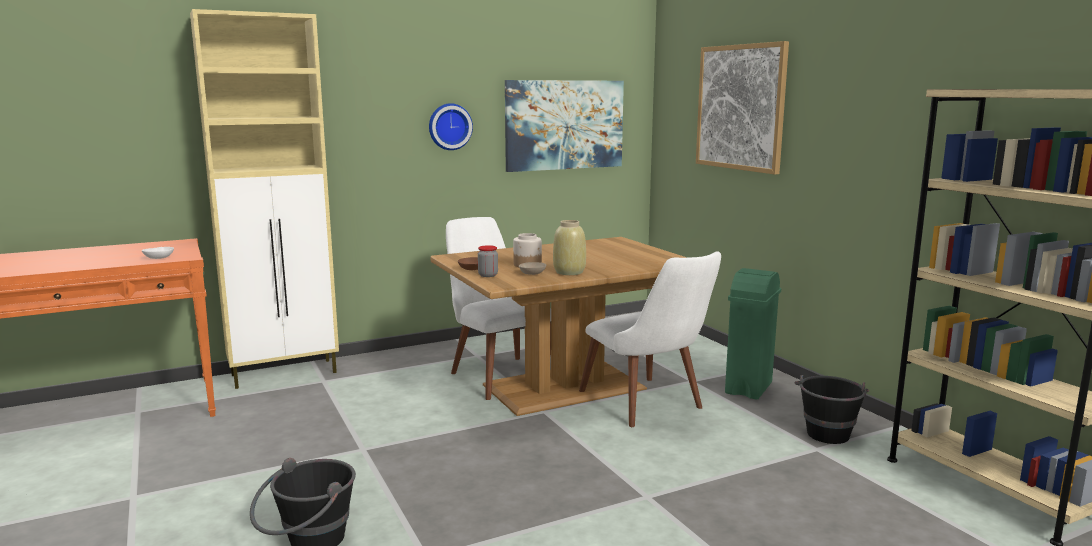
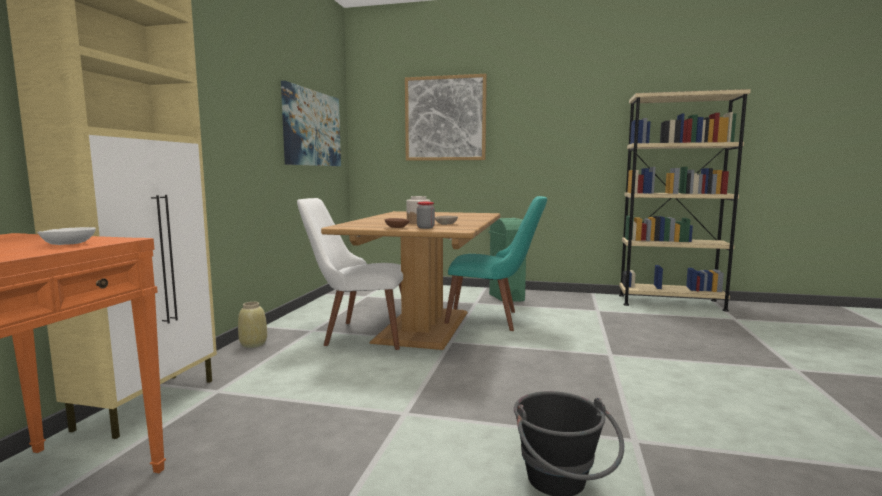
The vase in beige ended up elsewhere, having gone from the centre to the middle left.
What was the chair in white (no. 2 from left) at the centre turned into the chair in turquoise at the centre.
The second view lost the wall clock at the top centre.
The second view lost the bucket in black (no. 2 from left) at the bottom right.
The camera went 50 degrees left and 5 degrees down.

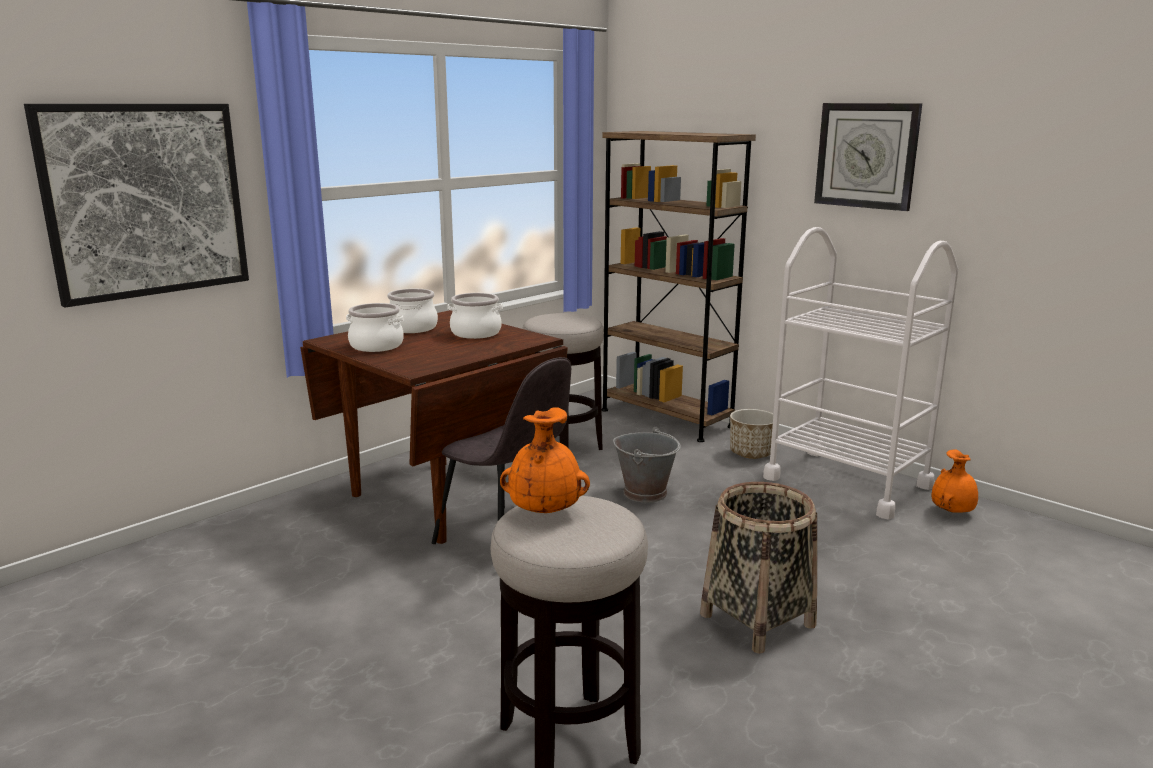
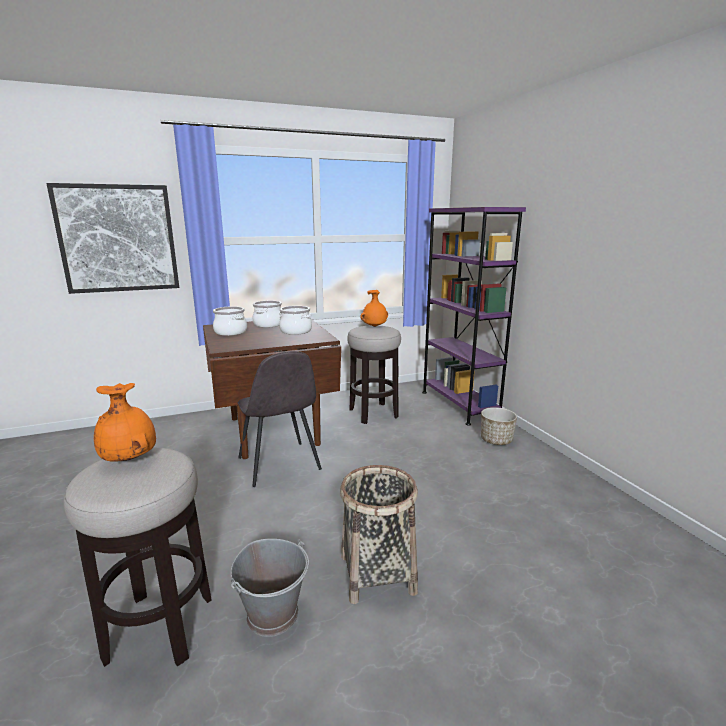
The bucket in grey ended up elsewhere, having gone from the centre to the bottom centre.
The vase in orange (no. 2 from left) ended up elsewhere, having gone from the middle right to the centre.
What was the bookcase in brown at the centre turned into the bookcase in purple at the centre.
The second view lost the cart in white at the middle right.
The second view lost the wall clock at the top right.
The camera went 25 degrees right and 0 degrees up.

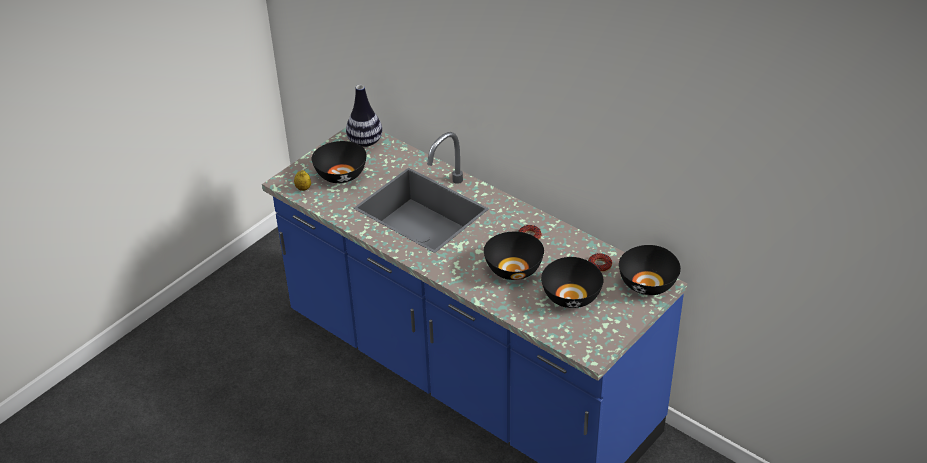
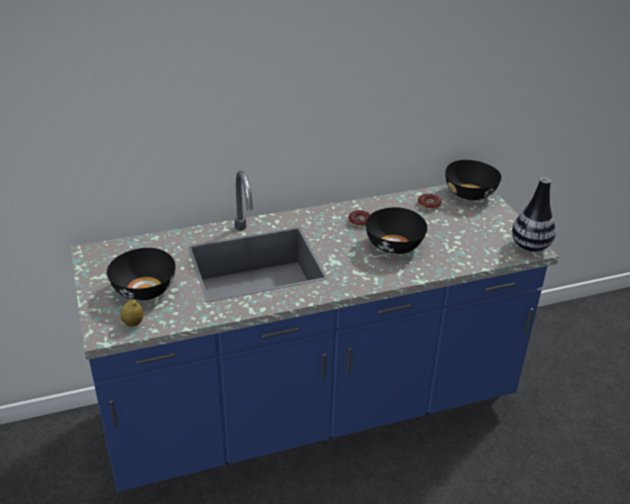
The vase ended up elsewhere, having gone from the top centre to the middle right.
The second view lost the bowl in black (no. 3 from left) at the centre.
The camera went 60 degrees left and 5 degrees down.

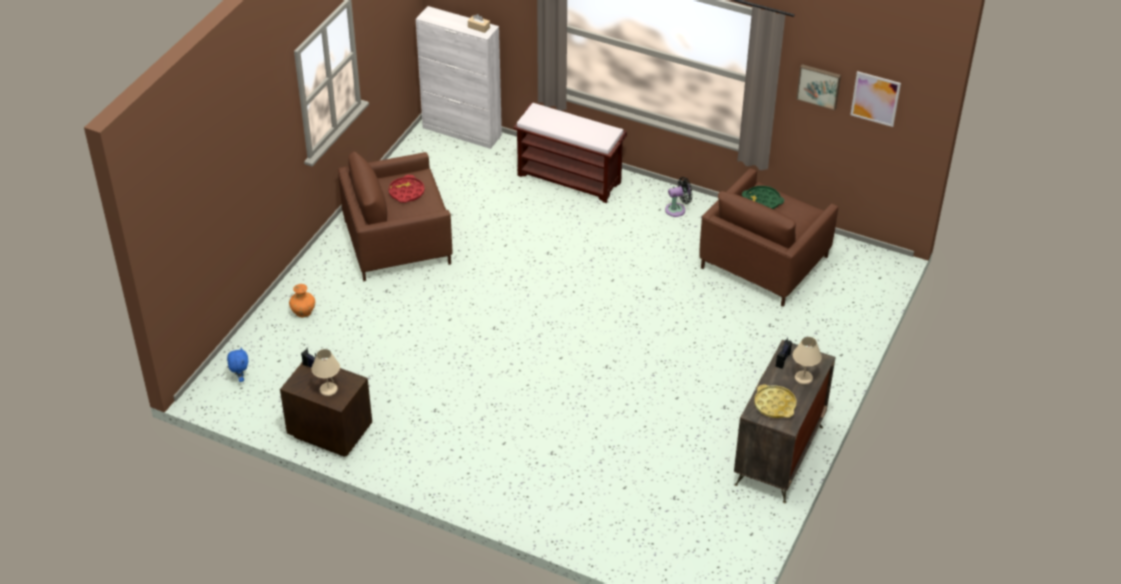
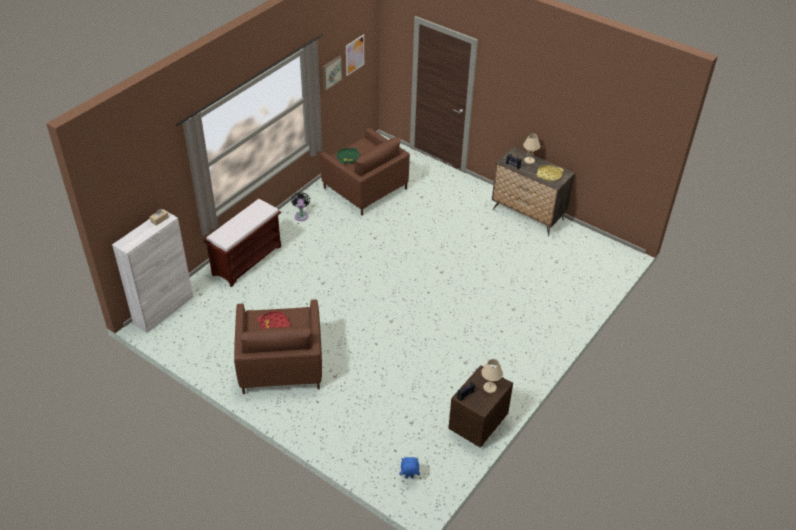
The second view lost the vase in orange at the middle left.
The camera went 80 degrees left and 0 degrees up.

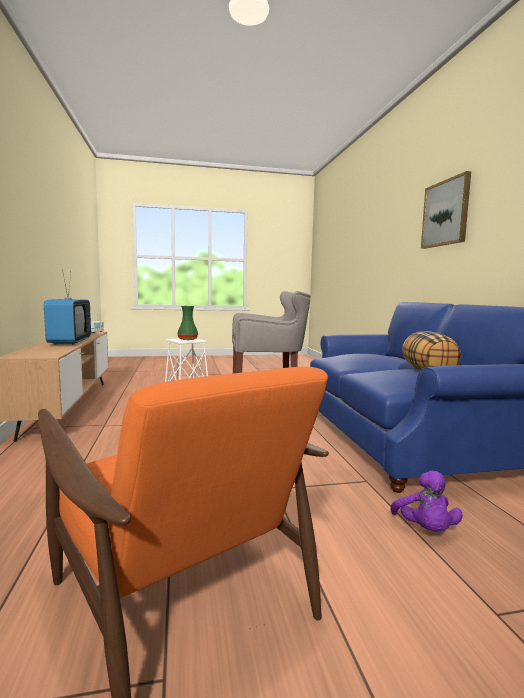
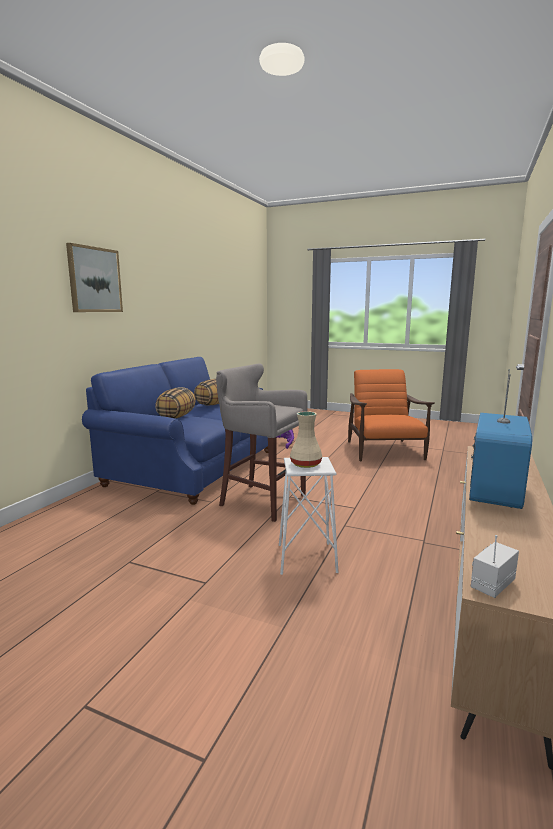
The second view gained the pillow (no. 1 from left) at the middle left.
What was the vase in green at the centre turned into the vase in beige at the centre.
The camera went 145 degrees left and 5 degrees up.

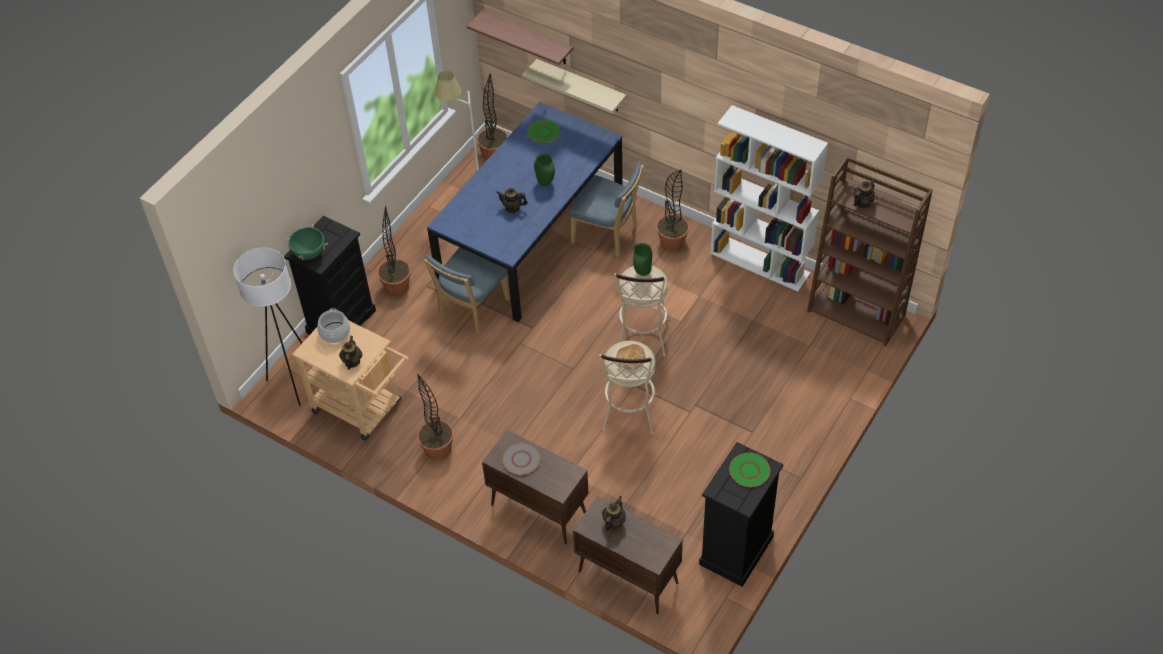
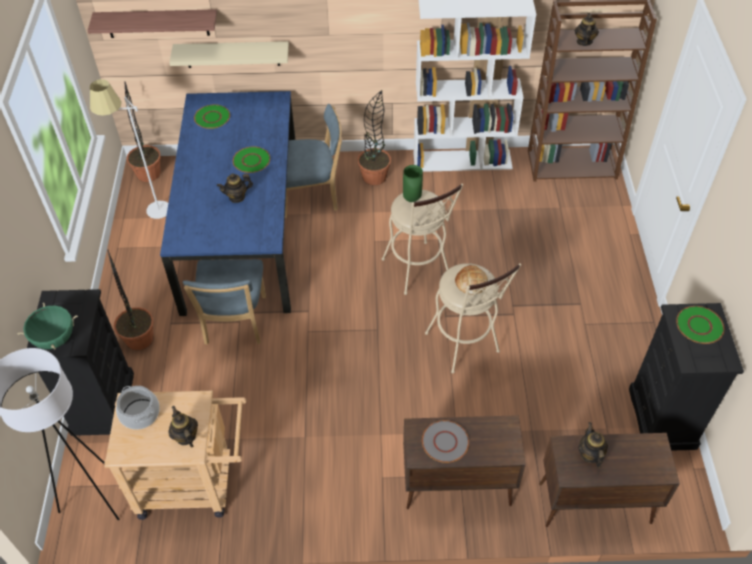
Where the vase in green (no. 1 from left) stood at the top centre, the plate in green (no. 2 from left) came to stand at the top centre.
The second view lost the potted plant (no. 2 from left) at the centre.
The camera went 35 degrees left and 0 degrees up.

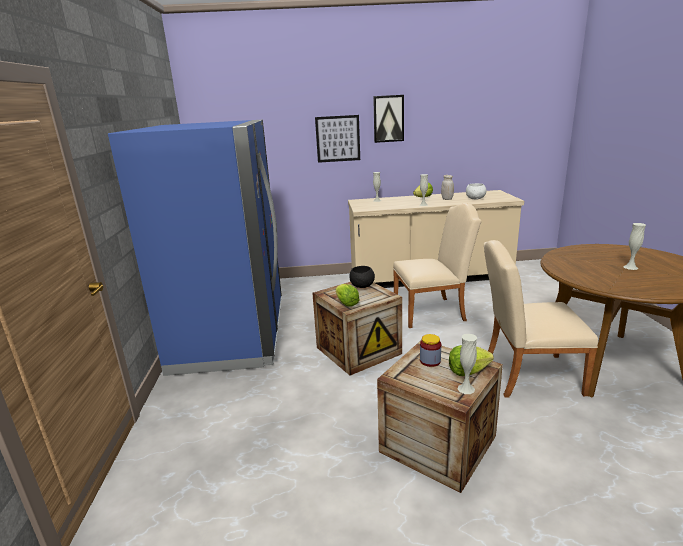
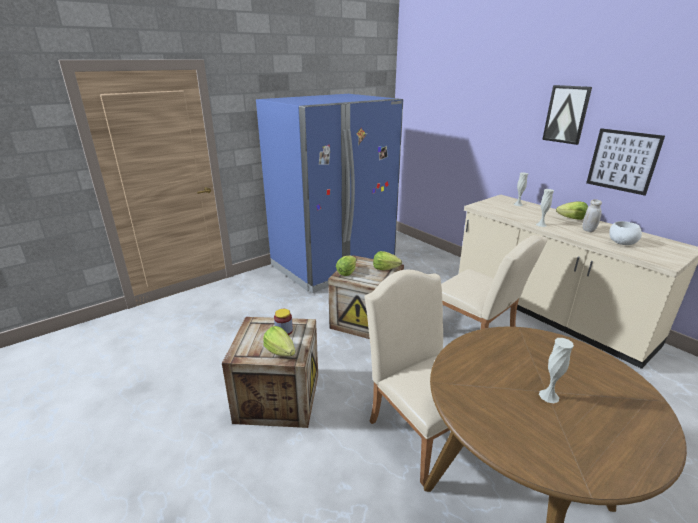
Where the bowl in black stood at the centre, the lettuce (no. 3 from left) came to stand at the centre.
The picture (no. 1 from left in the first image) ended up elsewhere, having gone from the top centre to the top right.
The second view lost the vase in white (no. 3 from left) at the bottom right.
The camera went 55 degrees right and 5 degrees up.

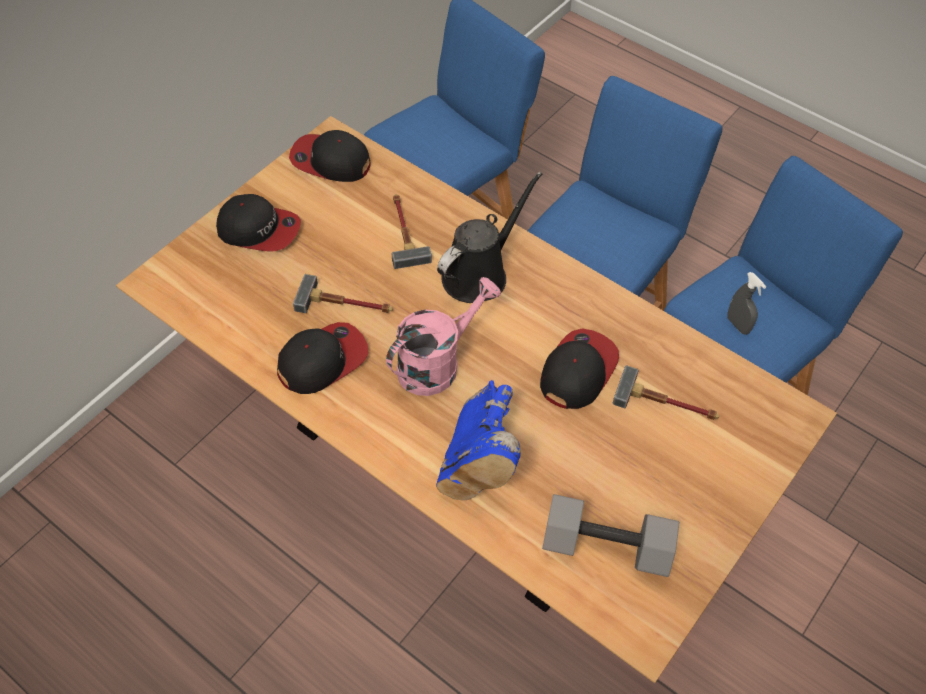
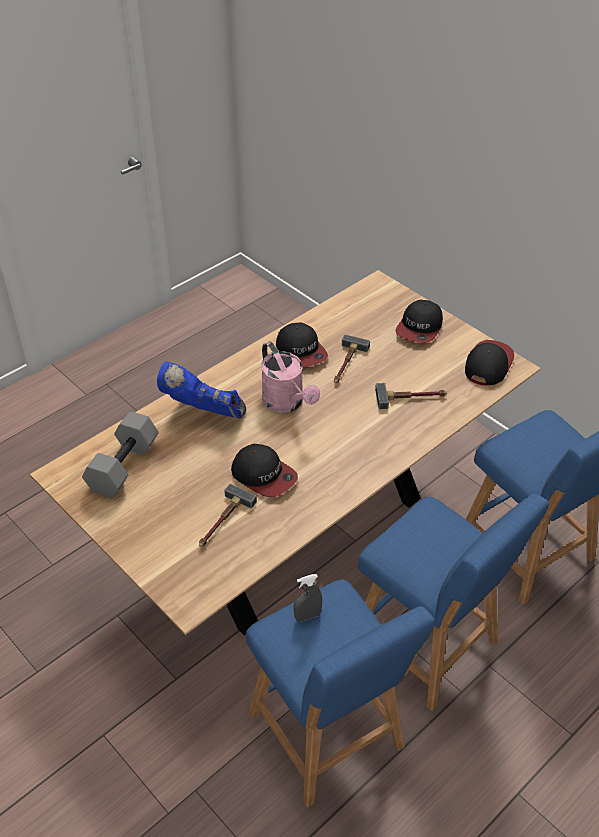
The second view lost the watering can in black at the centre.
The camera went 100 degrees right and 10 degrees down.

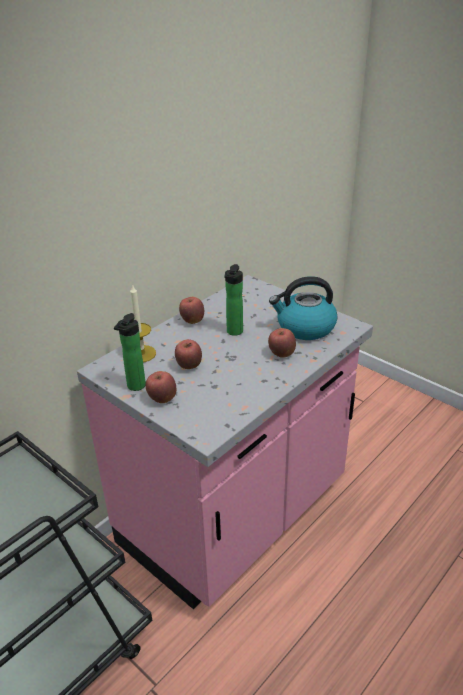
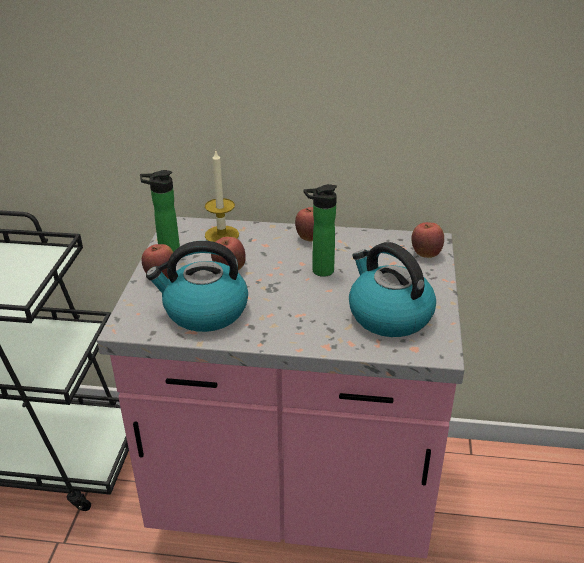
The second view gained the kettle (no. 1 from left) at the centre.
The apple (no. 4 from left) ended up elsewhere, having gone from the centre to the middle right.
The camera went 55 degrees right and 0 degrees up.

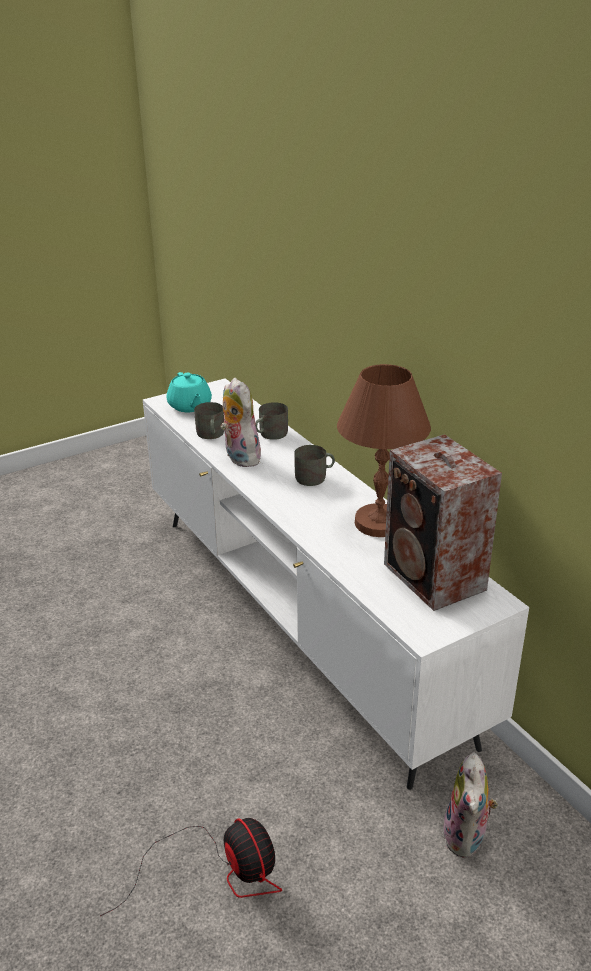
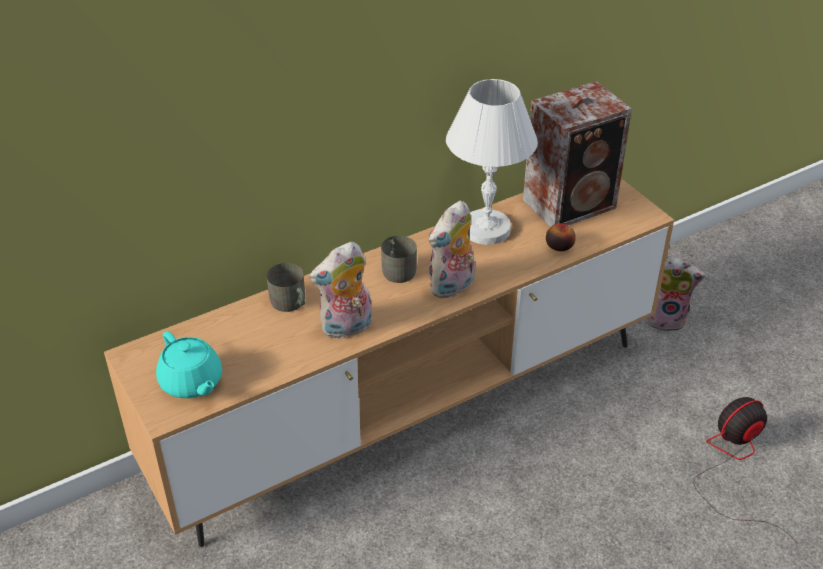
What was the tv stand in white at the centre turned into the tv stand in brown at the centre.
The teapot in turquoise at the middle left ended up facing another way, 75 degrees clockwise from before.
The second view gained the plush toy (no. 2 from left) at the centre.
What was the table lamp in brown at the centre turned into the table lamp in white at the top centre.
The second view gained the apple at the middle right.
The second view lost the mug in grey (no. 1 from left) at the centre.
The camera went 90 degrees left and 10 degrees up.

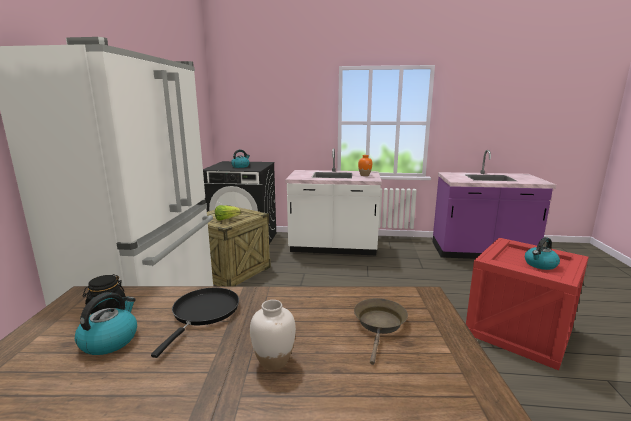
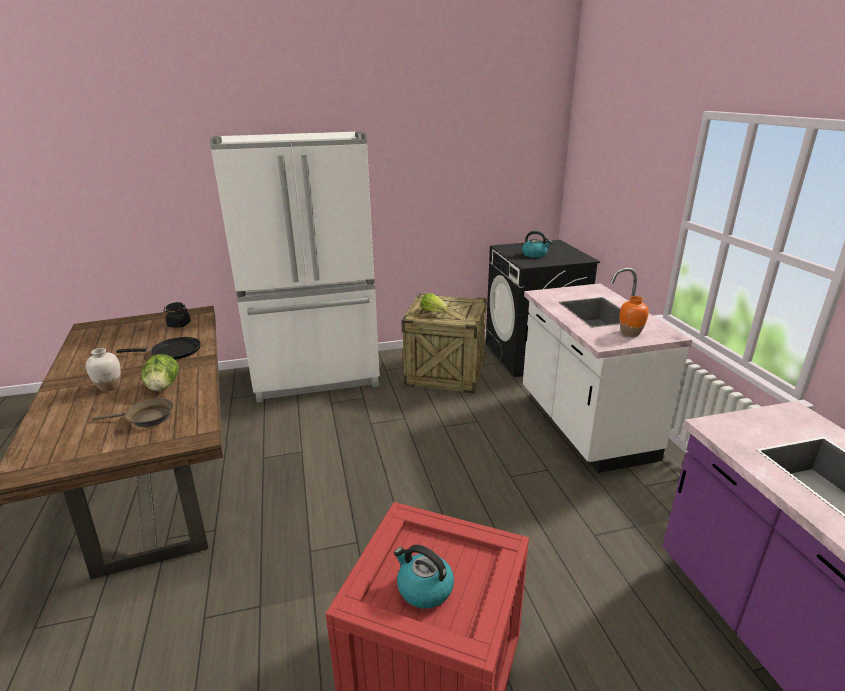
The second view gained the lettuce (no. 1 from left) at the middle left.
The second view lost the kettle (no. 1 from left) at the bottom left.
The camera went 70 degrees right and 10 degrees up.

